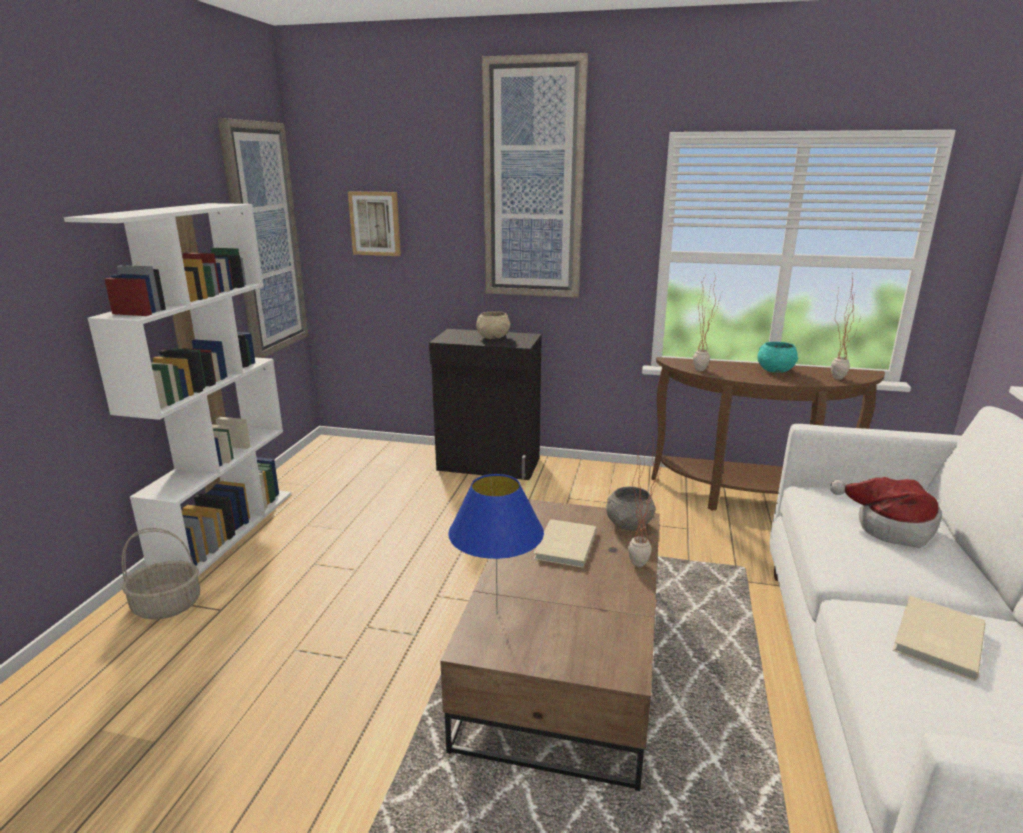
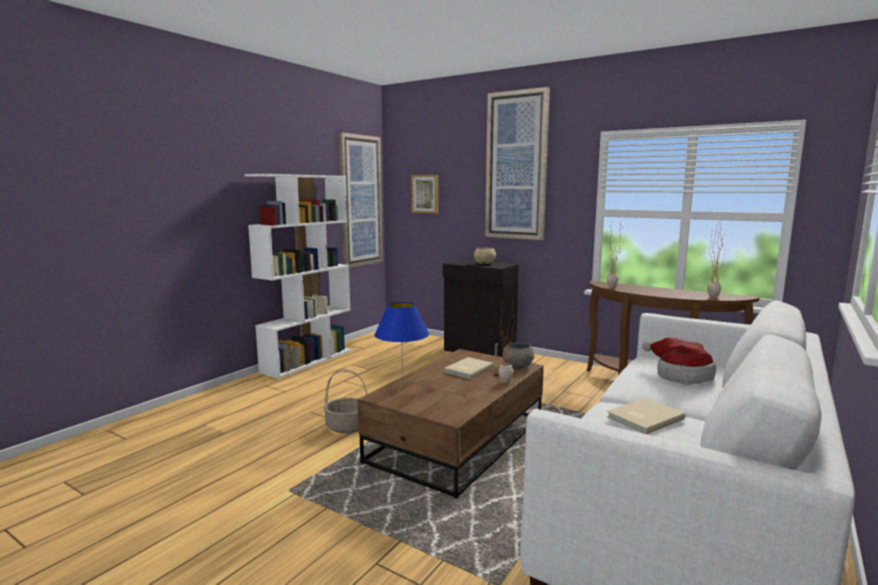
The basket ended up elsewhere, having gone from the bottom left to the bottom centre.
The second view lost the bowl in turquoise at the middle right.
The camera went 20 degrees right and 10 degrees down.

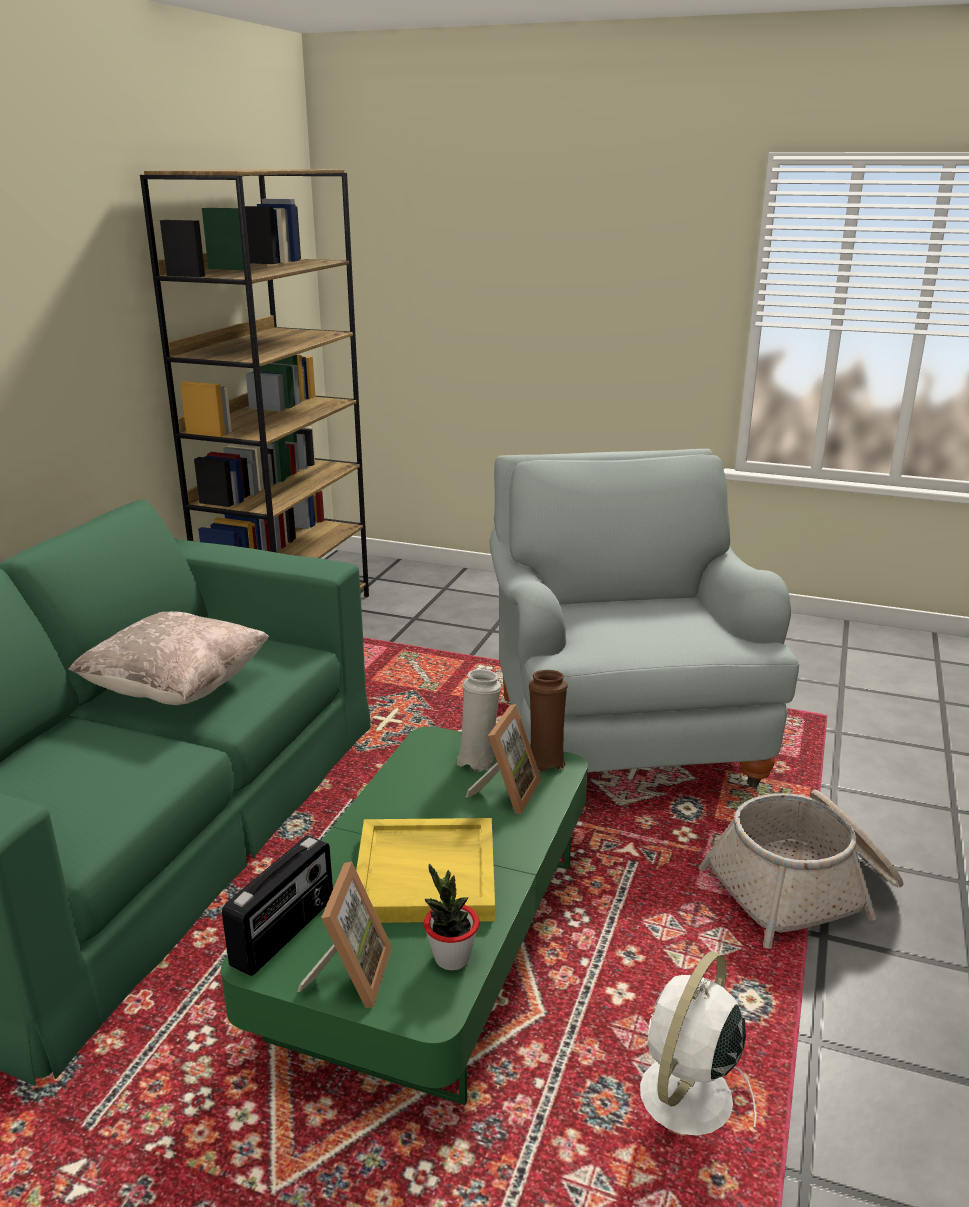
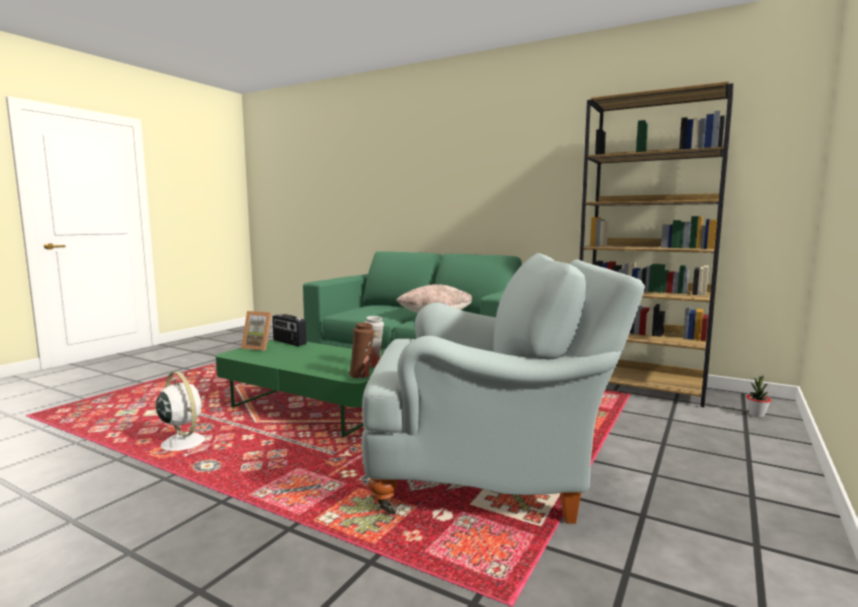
The potted plant ended up elsewhere, having gone from the bottom centre to the middle right.
The second view lost the tray in yellow at the bottom centre.
The second view lost the picture frame (no. 2 from left) at the centre.
The second view lost the basket at the bottom right.
The camera went 100 degrees right and 15 degrees down.

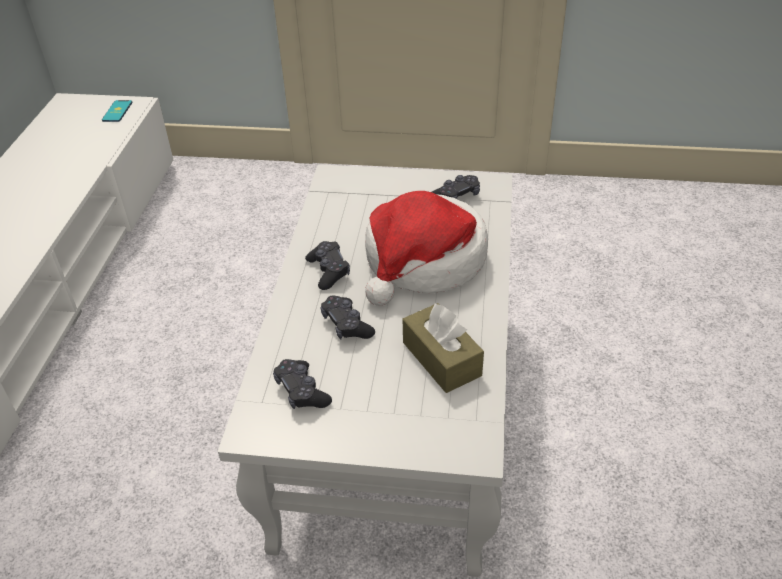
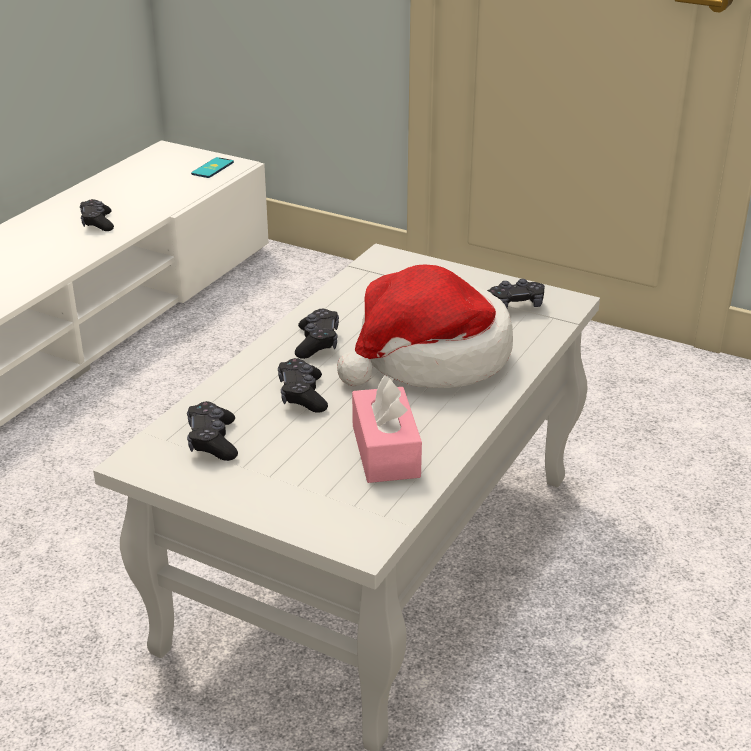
The second view gained the game controller in black (no. 1 from left) at the top left.
What was the tissue box in brown at the centre turned into the tissue box in pink at the centre.
The camera went 20 degrees right and 10 degrees down.

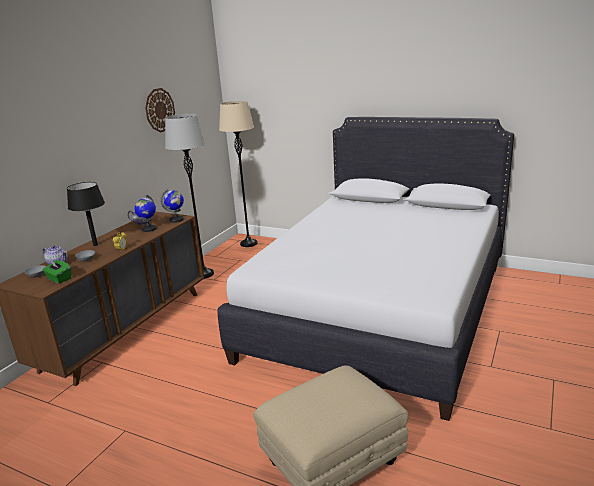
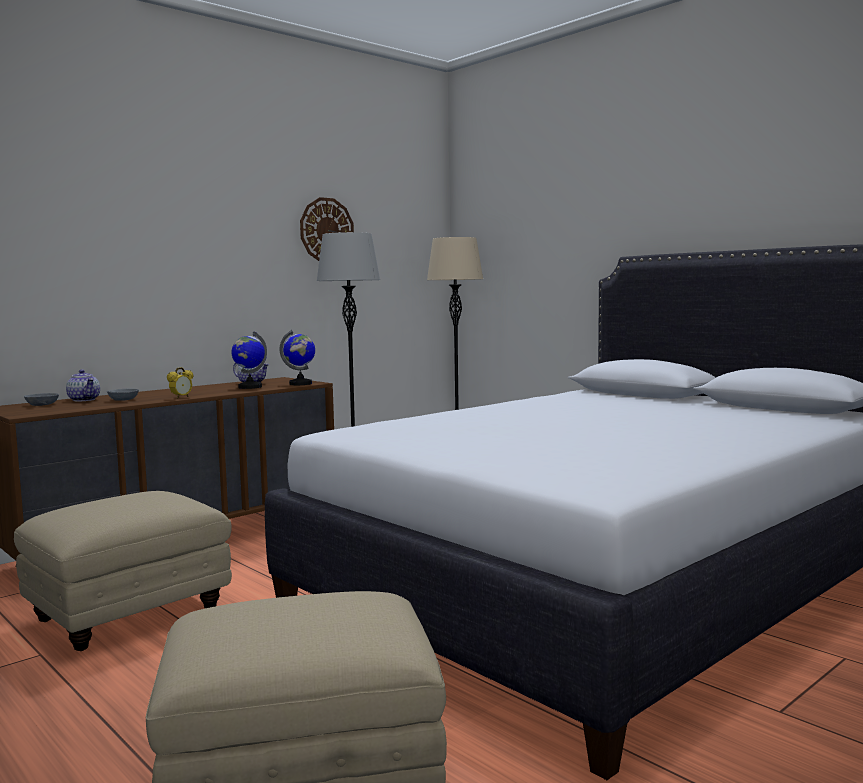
The second view gained the ottoman in beige (no. 1 from left) at the bottom left.
The second view lost the tissue box in green at the middle left.
The second view lost the table lamp in black at the middle left.
The camera went 20 degrees right and 15 degrees down.

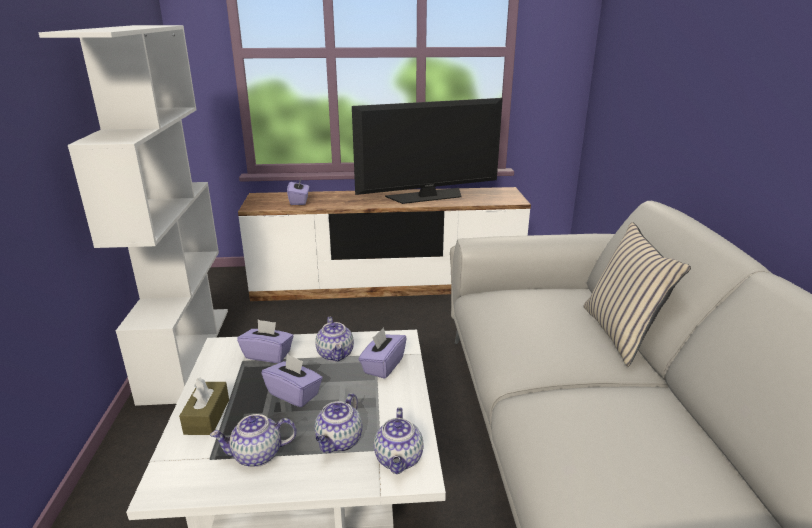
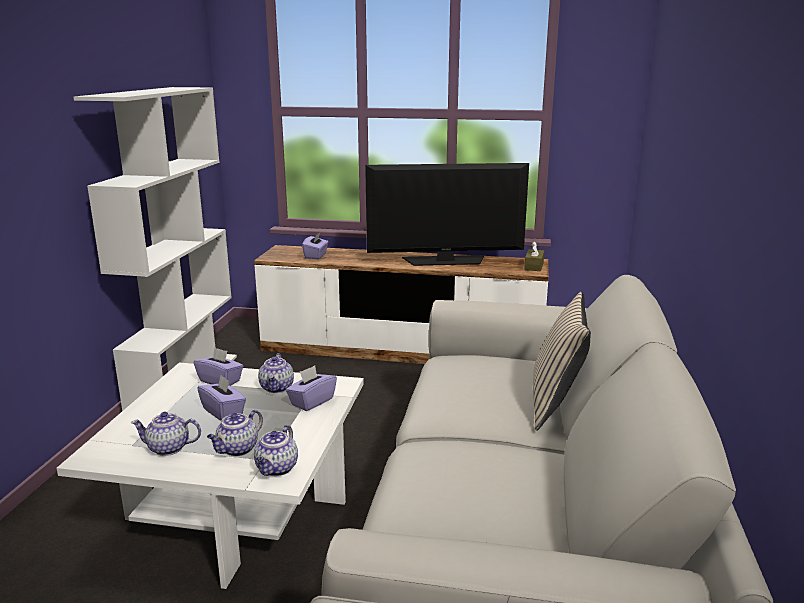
The tissue box in brown ended up elsewhere, having gone from the bottom left to the centre.
The camera went 15 degrees right and 5 degrees down.

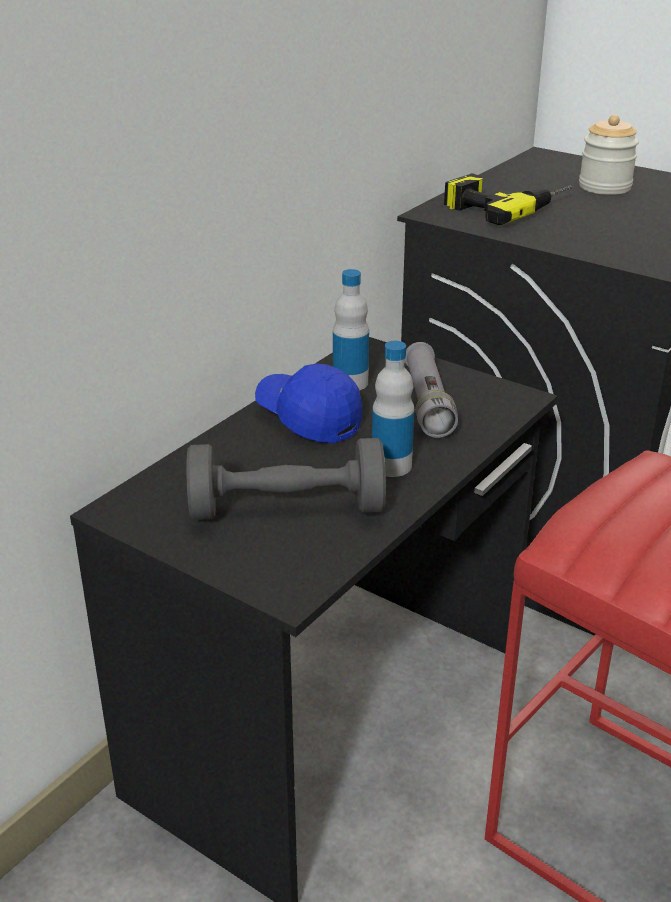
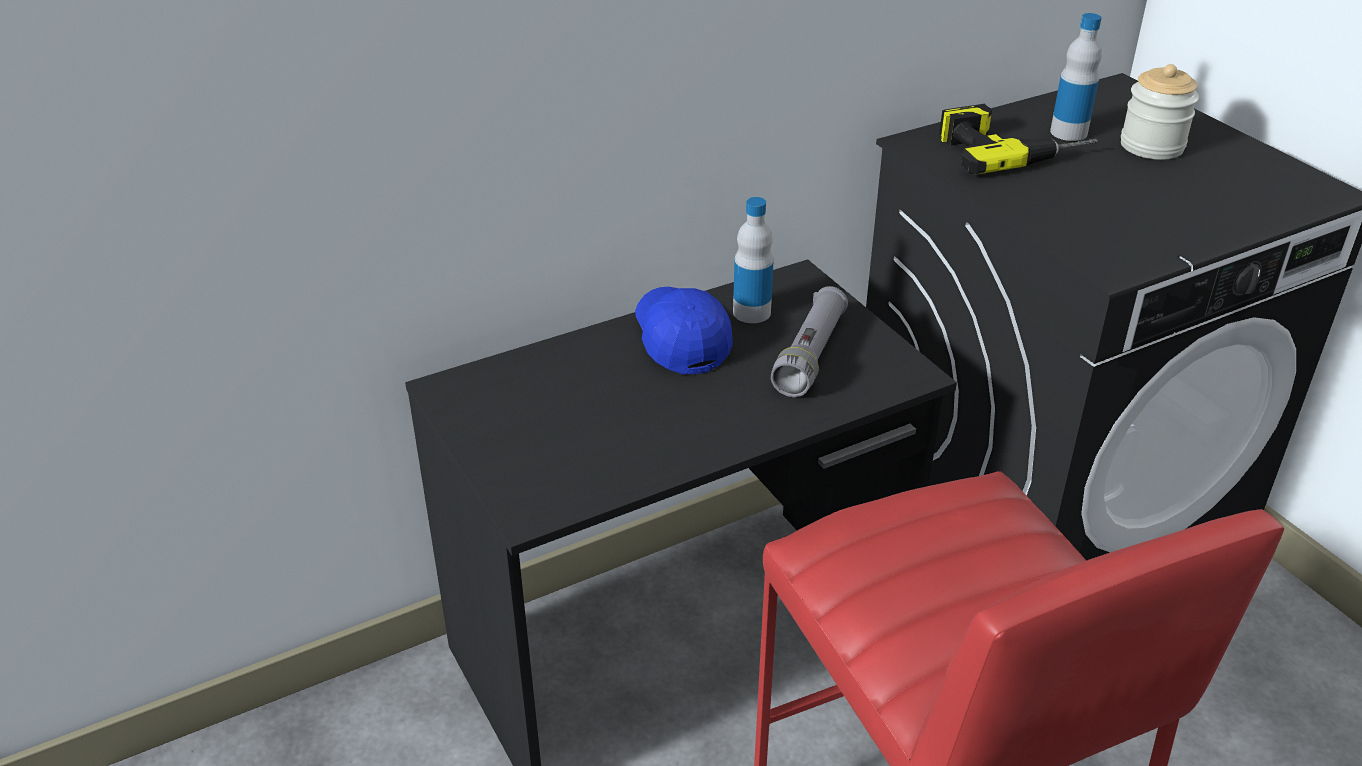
The bottle (no. 2 from left) ended up elsewhere, having gone from the centre to the top right.
The second view lost the dumbbell in grey at the centre.
The camera went 25 degrees right and 5 degrees up.

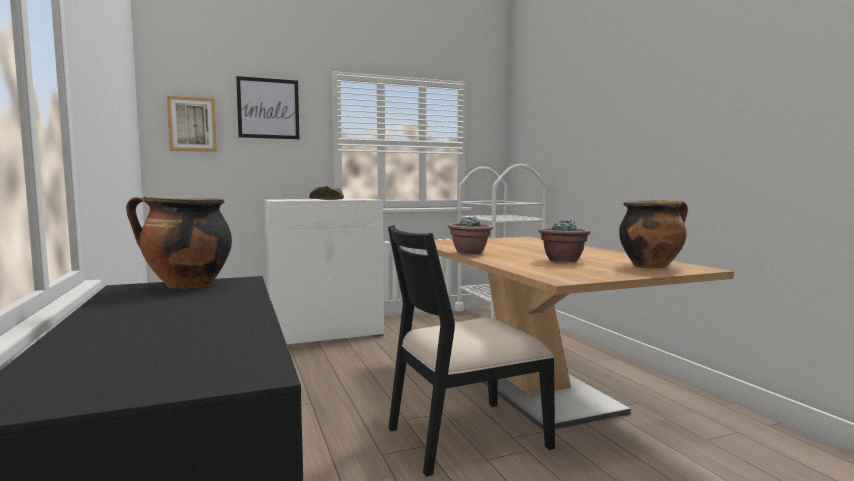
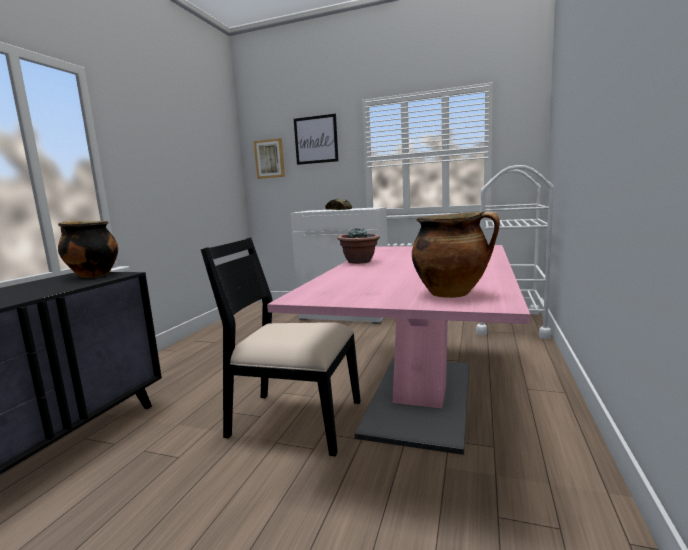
What was the dining table in brown at the bottom right turned into the dining table in pink at the centre.
The second view lost the potted plant (no. 2 from left) at the centre.
The camera went 40 degrees right and 5 degrees up.

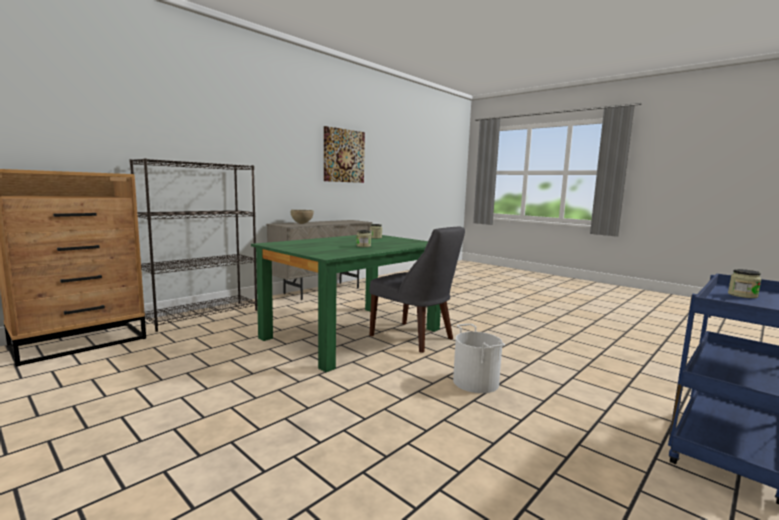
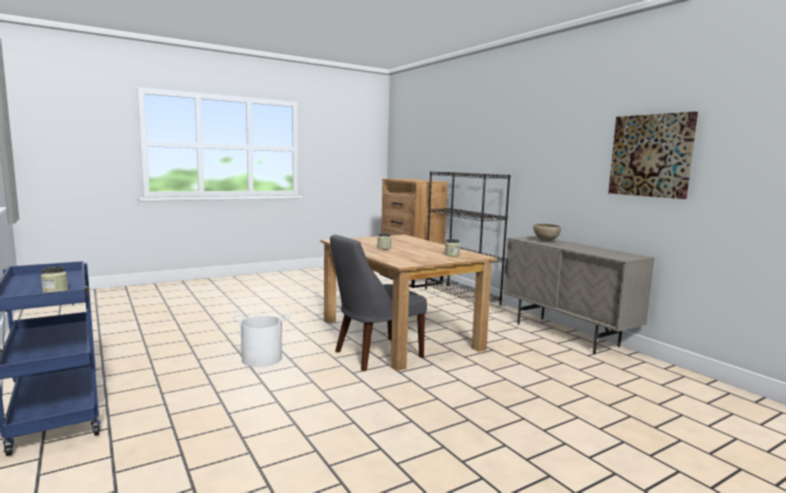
What was the dining table in green at the centre turned into the dining table in brown at the centre.
The camera went 105 degrees right and 0 degrees up.

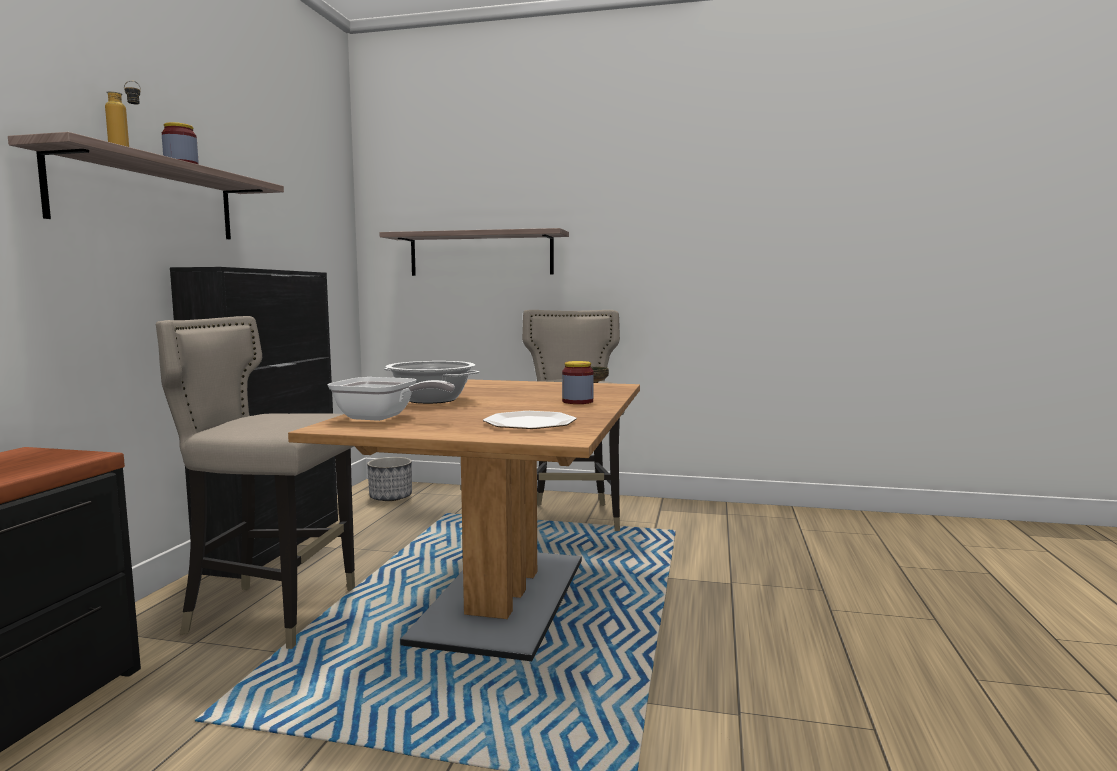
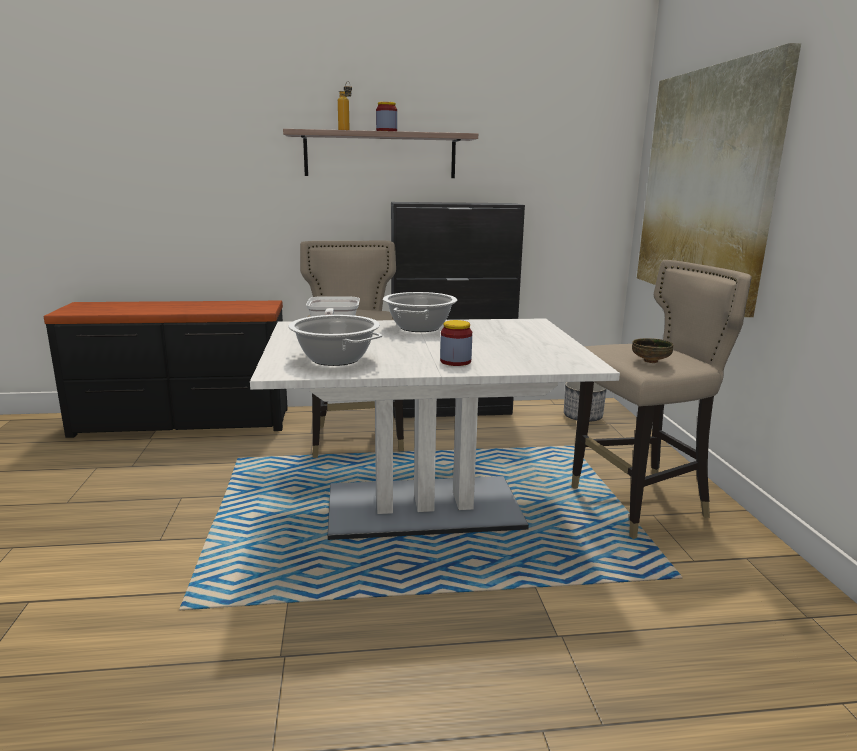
What was the dining table in brown at the bottom centre turned into the dining table in white at the centre.
Where the plate stood at the centre, the cooking pot (no. 1 from left) came to stand at the centre.
Where the shelf (no. 2 from left) hung at the top centre, the picture came to hang at the top right.
The camera went 70 degrees right and 10 degrees up.

